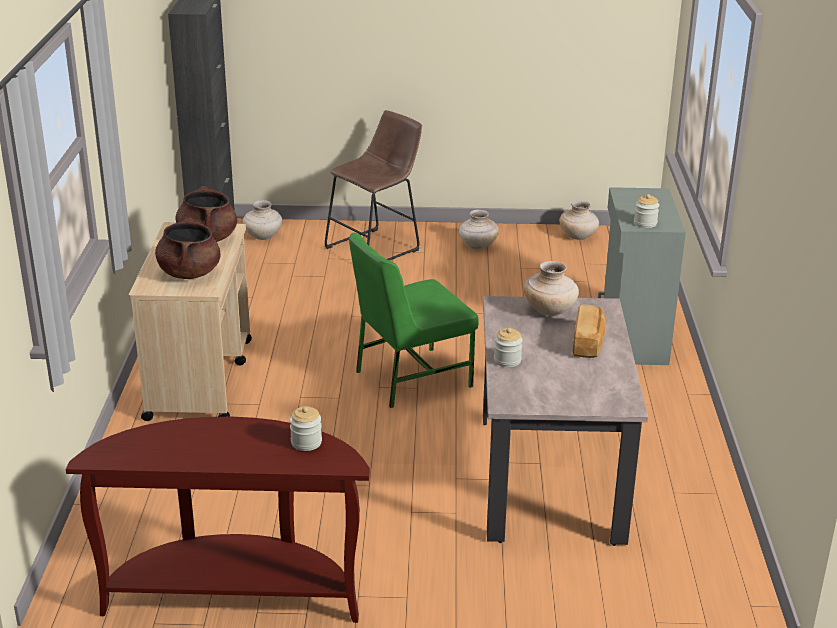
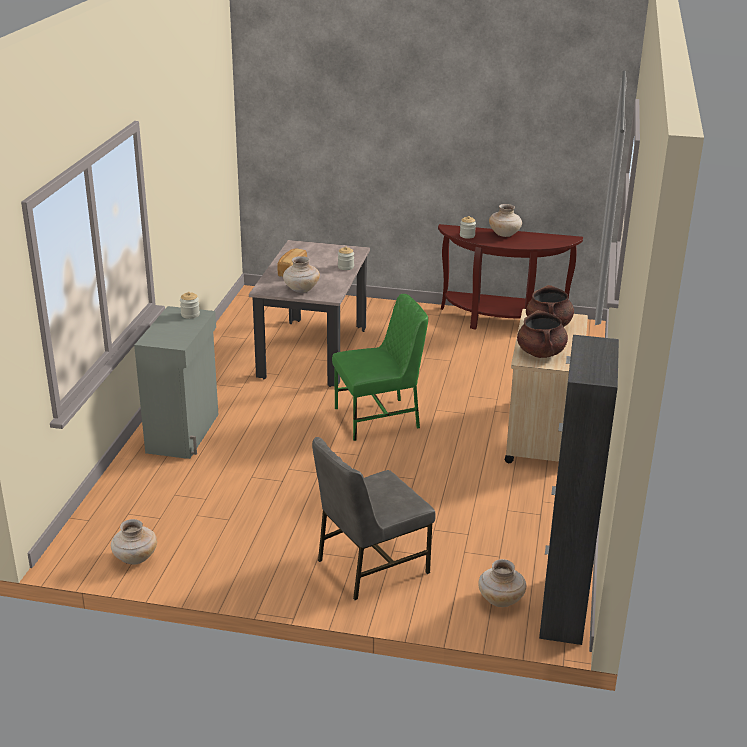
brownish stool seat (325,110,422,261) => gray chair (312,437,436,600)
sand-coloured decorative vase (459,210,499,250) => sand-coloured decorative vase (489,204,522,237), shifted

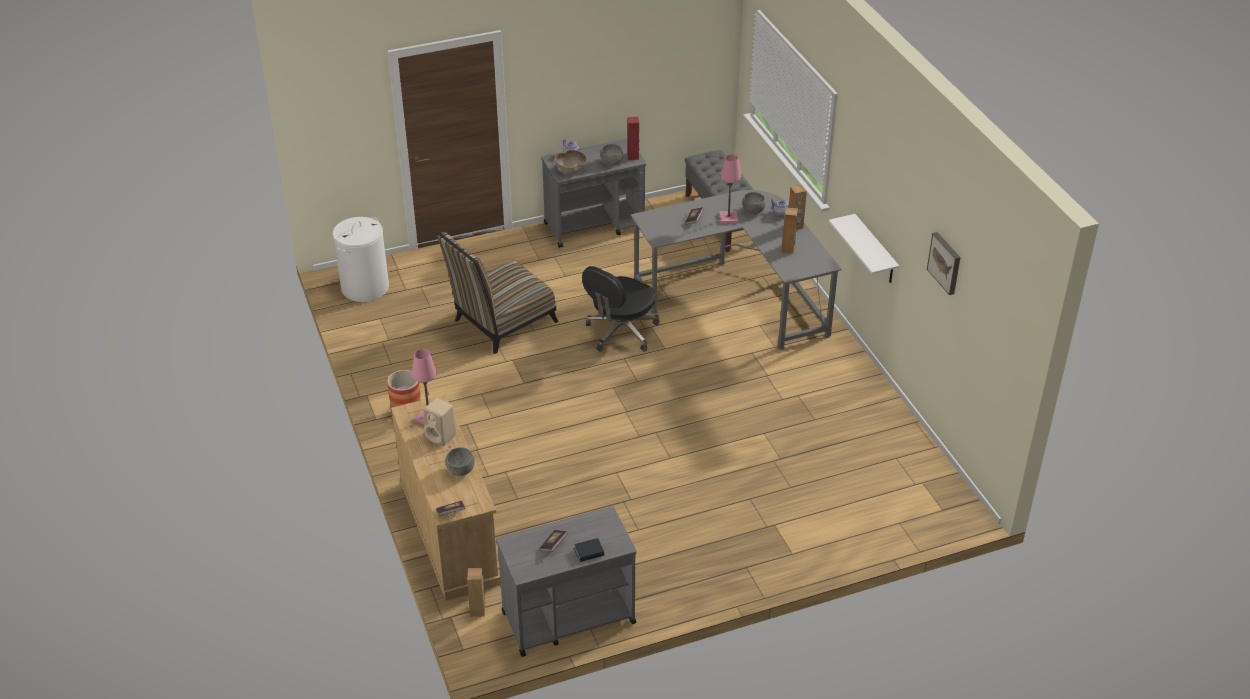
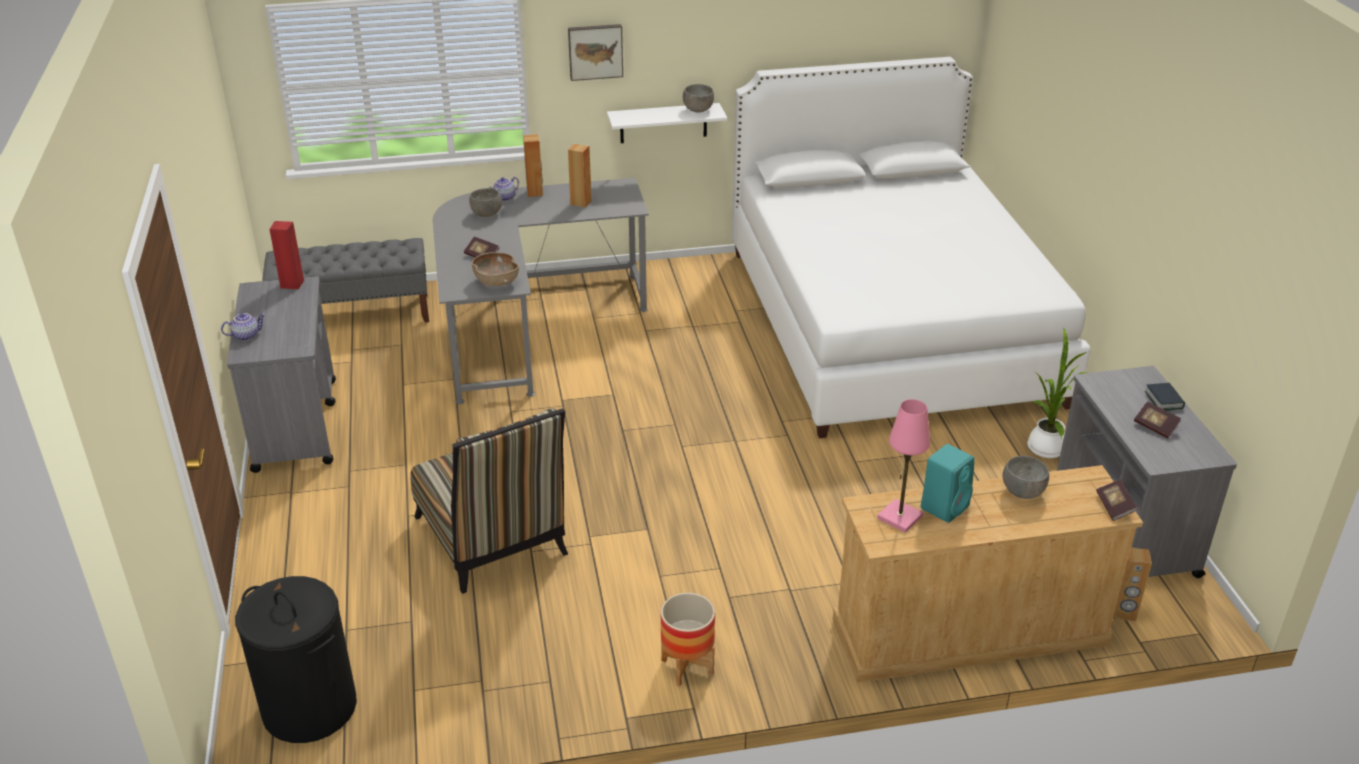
whitish laundry basket (333,217,389,302) => black-coloured laundry basket (235,576,357,743)
sand-coloured audio speaker (423,398,456,446) => turquoise-coloured audio speaker (921,444,975,523)
brownish serving bowl (555,150,587,174) => brownish serving bowl (472,252,519,286), shifted
black-coloured office chair (582,266,660,352) => nothing
gray serving bowl (600,144,623,165) => gray serving bowl (683,84,714,112), shifted
pinkish table lamp (719,154,741,224) => nothing
wall art (927,232,961,295) => wall art (568,24,623,81), shifted
nothing => whitish bedroom bed (732,57,1091,438)
nothing => houseplant (1028,328,1087,458)

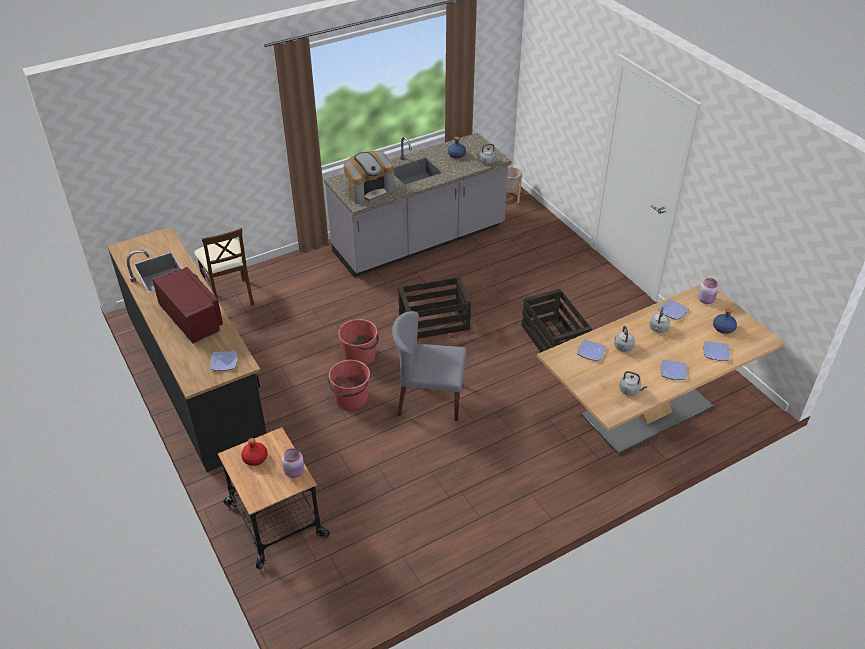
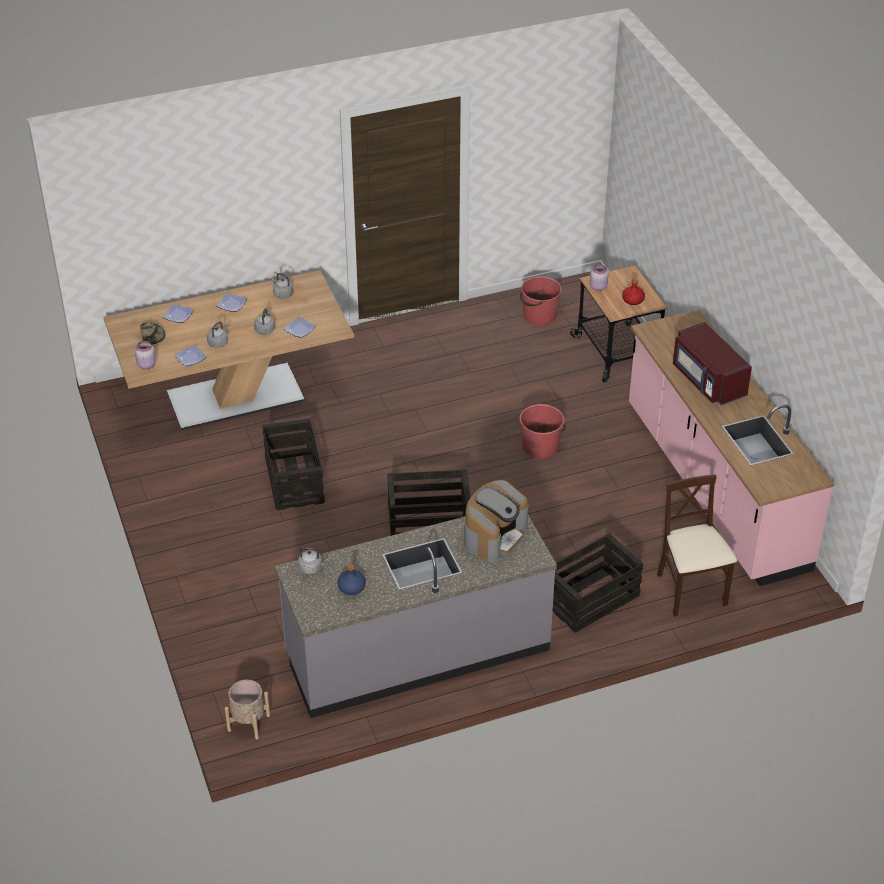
black-coloured kitchen base unit (107,226,267,472) => pinkish kitchen base unit (629,310,835,586)
plate (210,351,238,371) => nothing
red pail (338,319,379,365) => red pail (520,276,562,326), shifted
coffee machine (344,151,395,204) => coffee machine (464,480,528,562), 150 degrees clockwise
gray chair (392,311,466,421) => nothing
bluish drink bottle (713,308,737,334) => bread (140,322,165,345)
nothing => shipping crate (553,533,643,633)

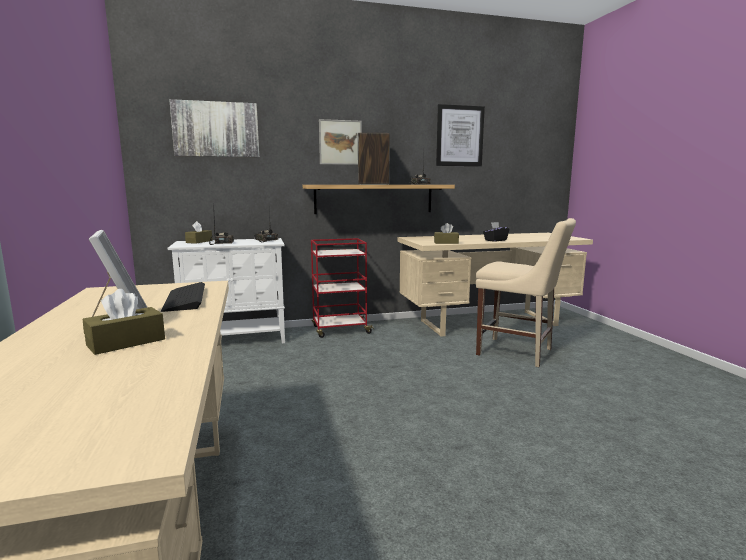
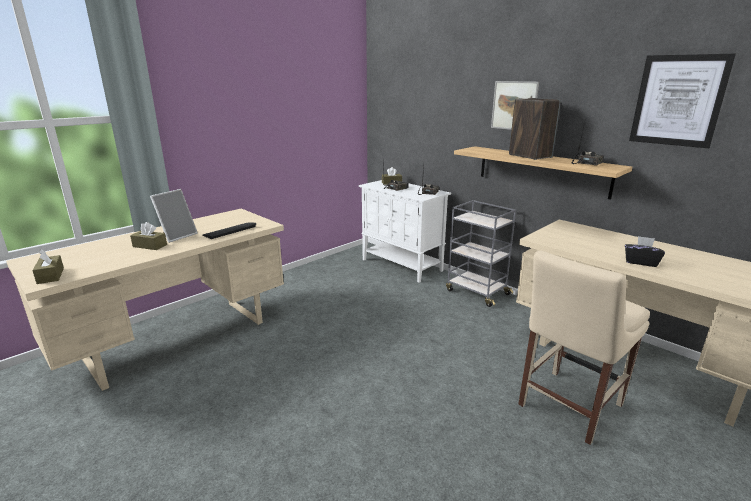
wall art (169,99,259,157) => nothing
red cart (311,238,374,338) => gray cart (446,200,516,307)
brownish tissue holder (434,223,459,244) => brownish tissue holder (32,249,64,284), shifted
sand-coloured chair (476,218,576,367) => sand-coloured chair (518,250,650,445), 45 degrees clockwise

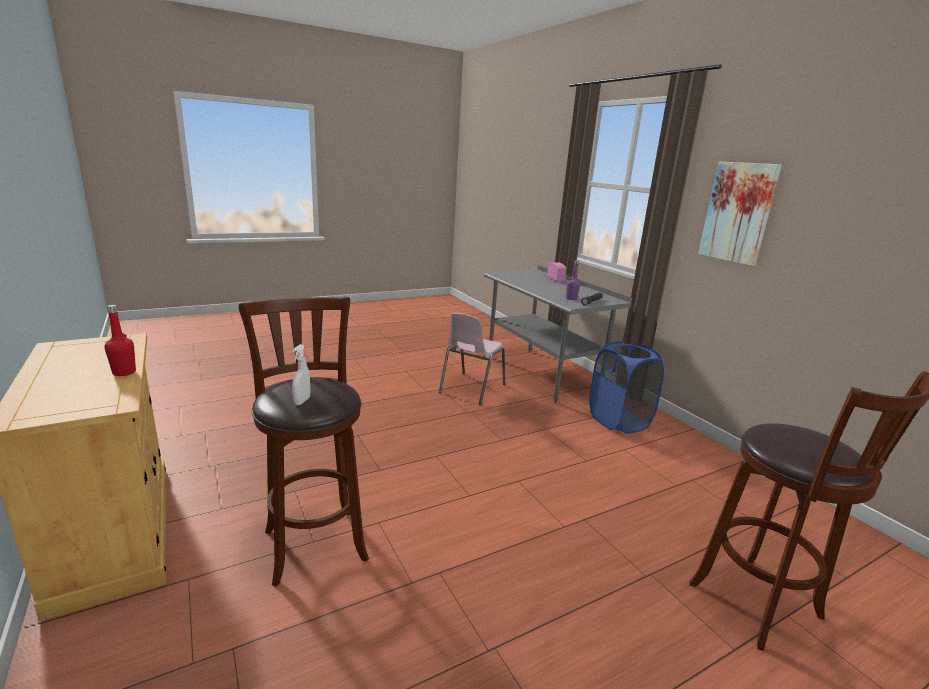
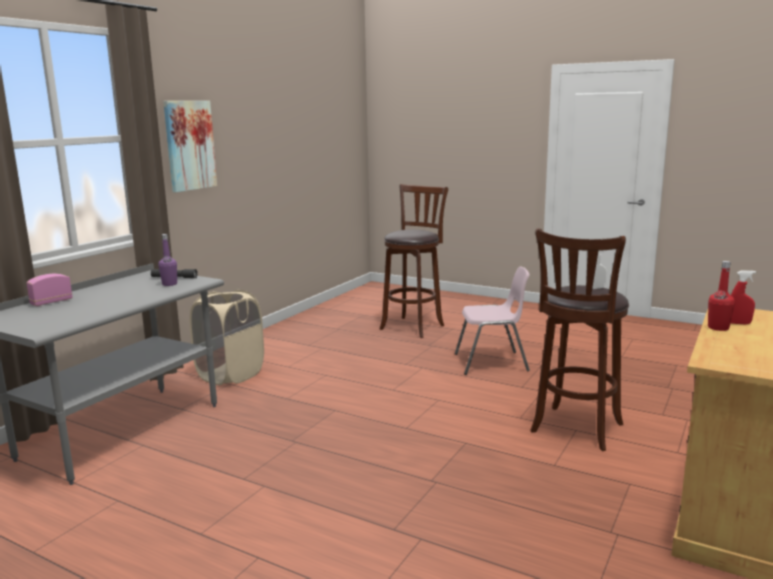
pinkish chair (439,313,505,405) => pinkish chair (455,266,530,375), shifted
bluish laundry basket (589,341,664,434) => sand-coloured laundry basket (190,290,264,385)
nothing => red hand sprayer (731,270,756,324)

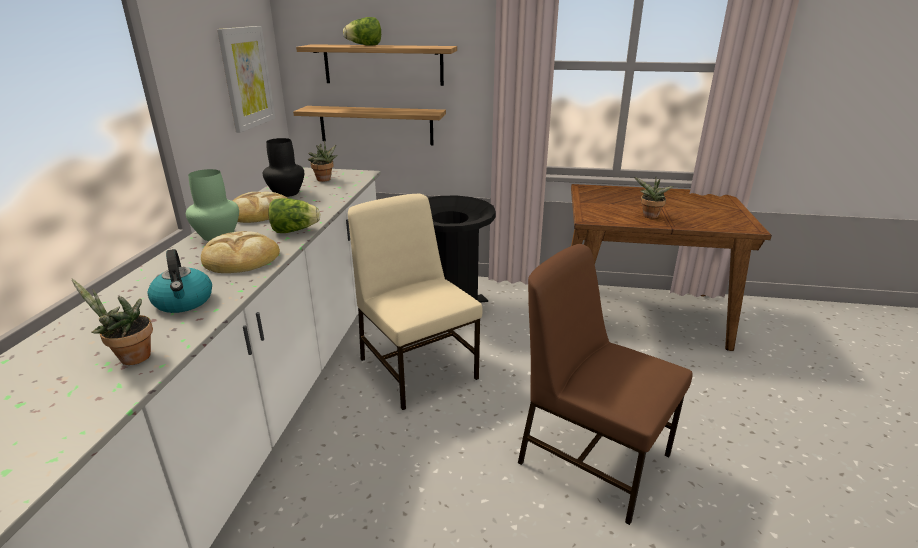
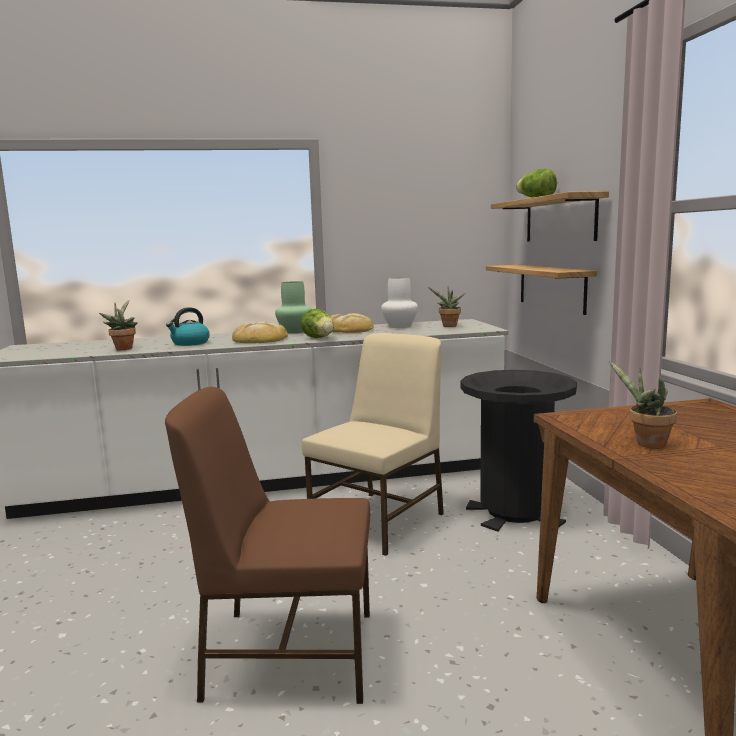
wall art (217,26,275,133) => nothing
black-coloured decorative vase (263,138,304,197) => whitish decorative vase (381,277,418,328)
brownish chair (518,244,693,525) => brownish chair (165,387,370,704), 105 degrees counterclockwise

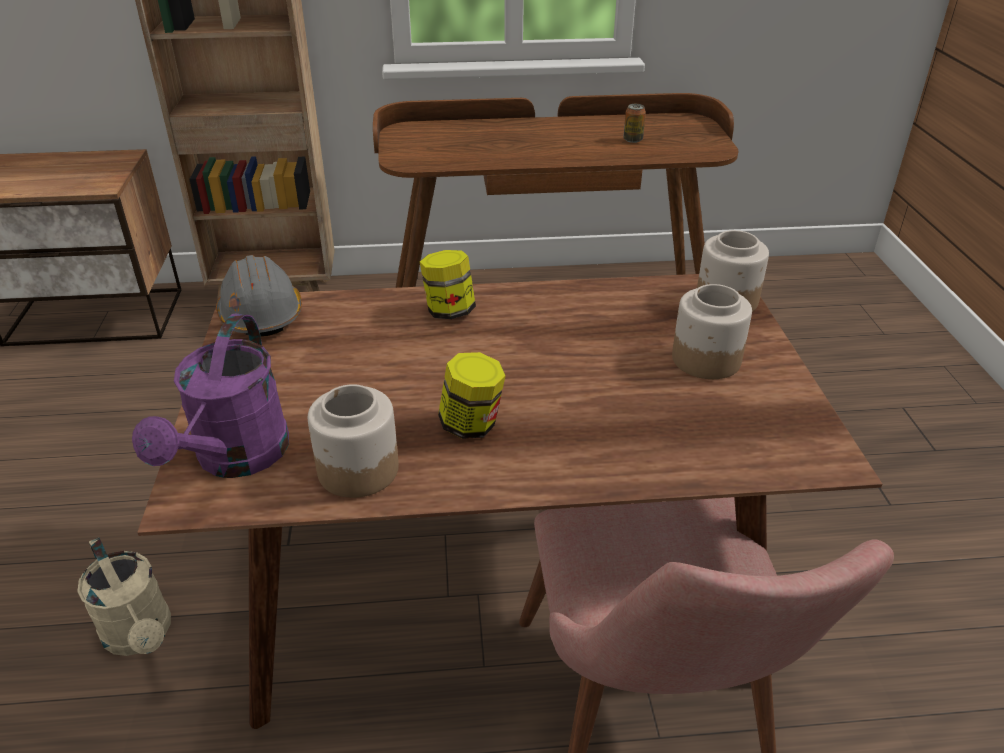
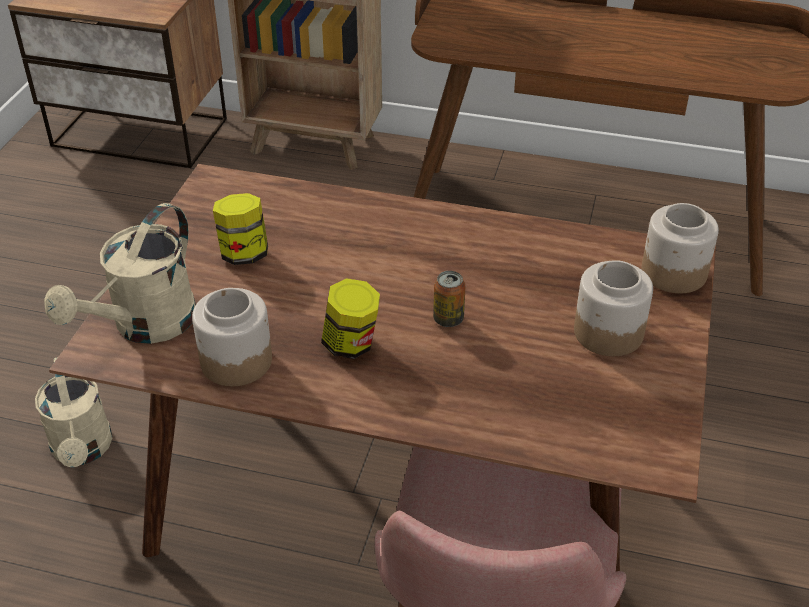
purple watering can (132,314,289,478) => sand-coloured watering can (44,203,196,344)
gray safety helmet (216,255,302,337) => nothing
jar (420,250,476,319) => jar (213,193,268,265), shifted
metal can (623,104,646,143) => metal can (433,271,465,327), shifted

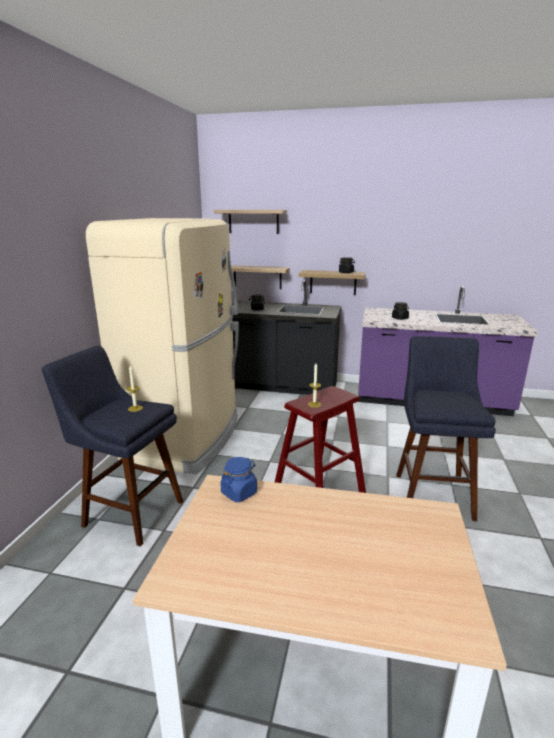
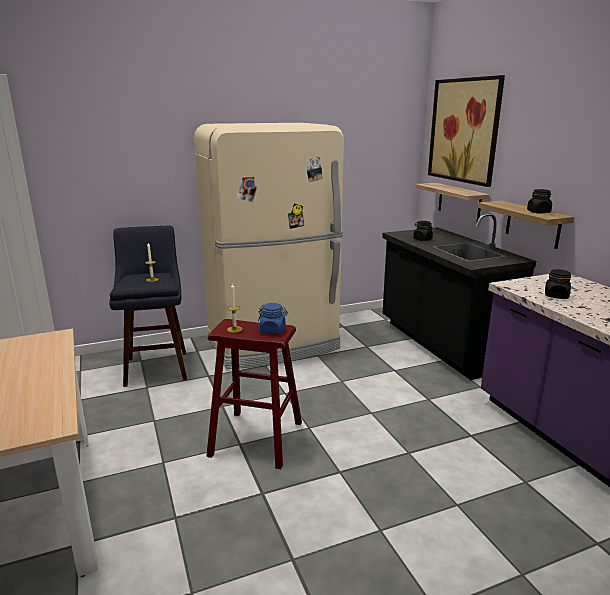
shelf (214,210,287,234) => wall art (428,75,505,187)
bluish jar (221,457,257,502) => bluish jar (258,303,288,334), shifted
bluish stool seat (396,336,496,521) => nothing

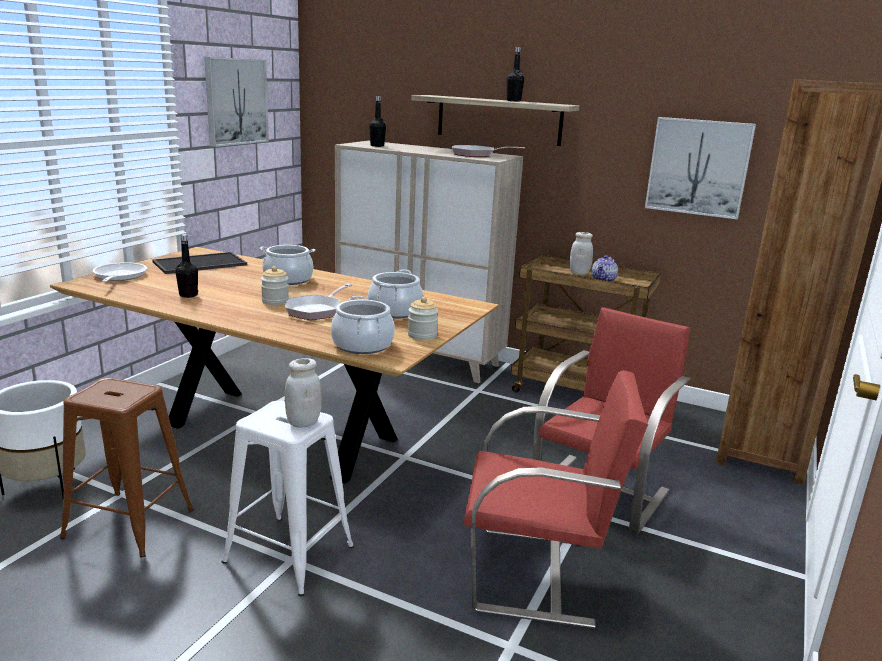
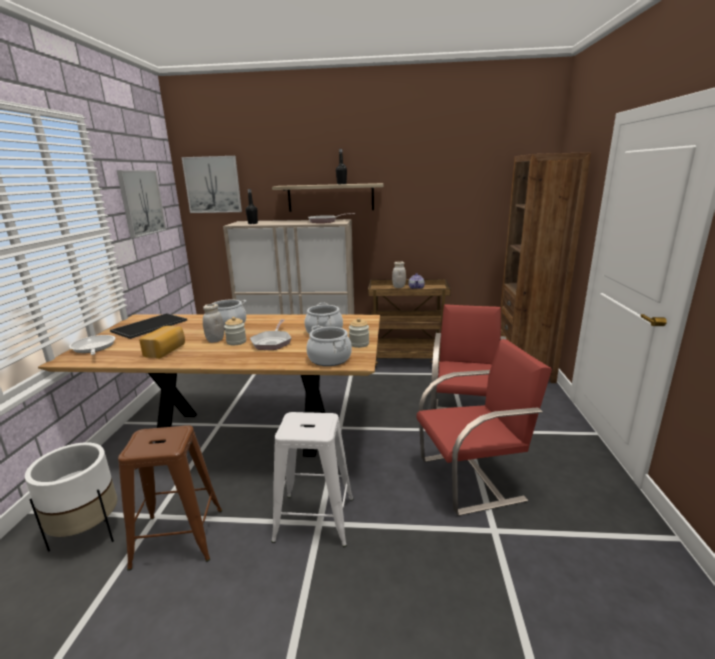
black-coloured drink bottle (175,234,198,298) => bread (139,326,185,359)
whitish jar (285,358,322,427) => whitish jar (203,304,224,343), shifted
wall art (645,117,756,219) => wall art (181,156,242,213), shifted

